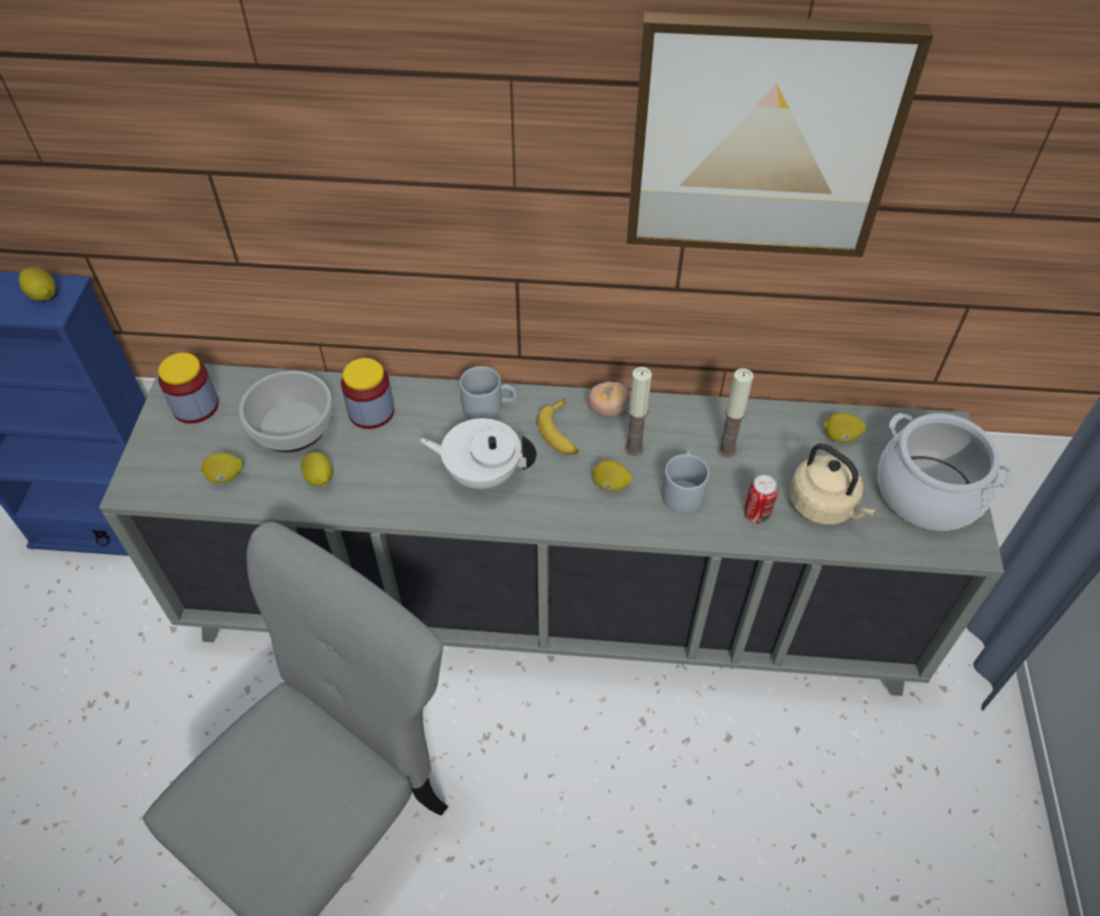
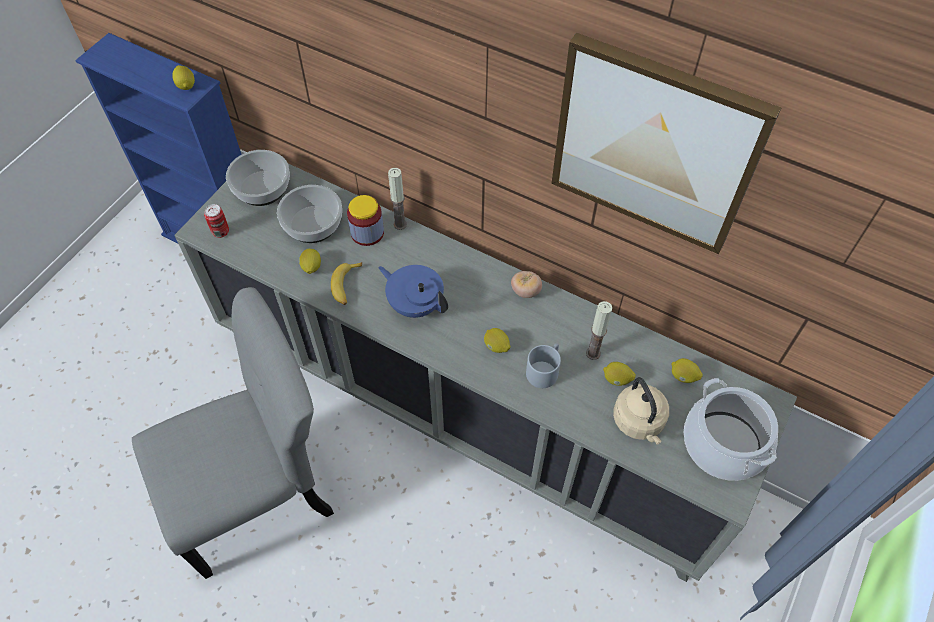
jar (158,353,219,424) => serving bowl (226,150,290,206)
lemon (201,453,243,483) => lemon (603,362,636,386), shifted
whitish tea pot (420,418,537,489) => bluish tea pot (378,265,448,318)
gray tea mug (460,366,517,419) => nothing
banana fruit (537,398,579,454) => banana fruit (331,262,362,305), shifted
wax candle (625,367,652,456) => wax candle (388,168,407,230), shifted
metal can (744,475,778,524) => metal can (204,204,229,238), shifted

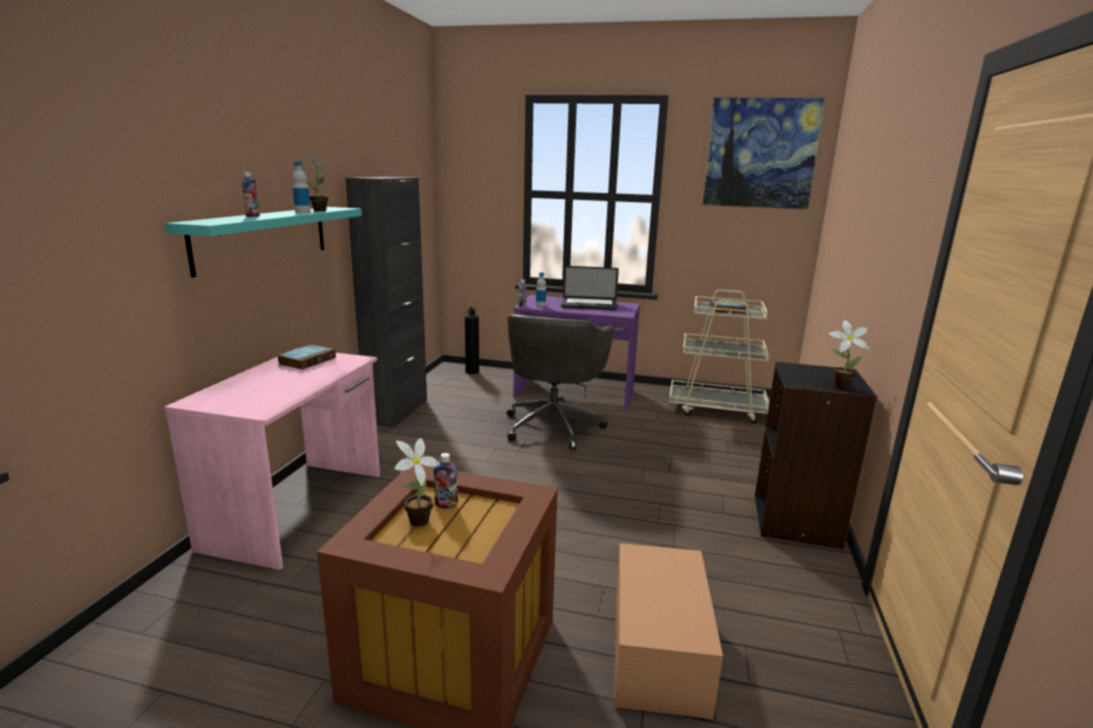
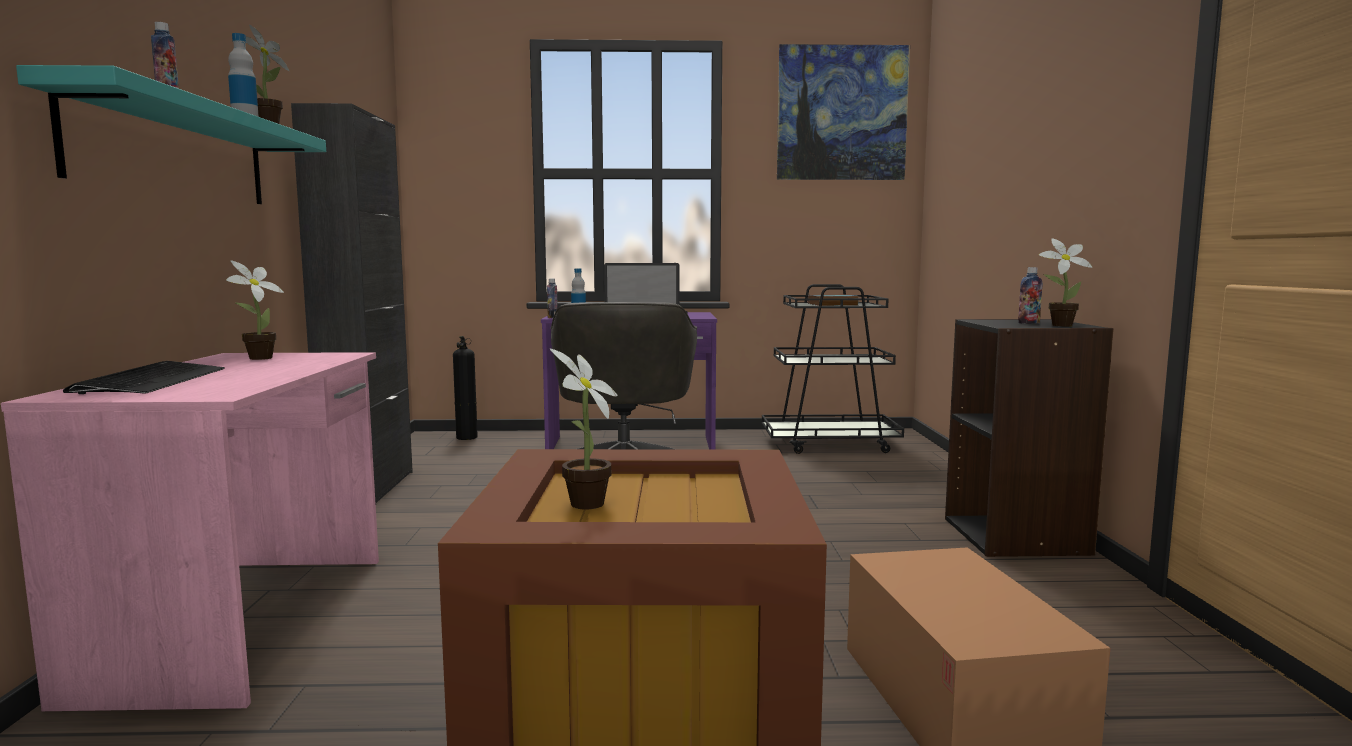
bound book (277,344,336,370) => houseplant (226,260,284,360)
drink bottle (433,453,458,509) => drink bottle (1018,267,1042,324), shifted
sand-coloured cart (669,290,769,424) => black-coloured cart (762,284,904,454)
nothing => PC keyboard (63,361,225,394)

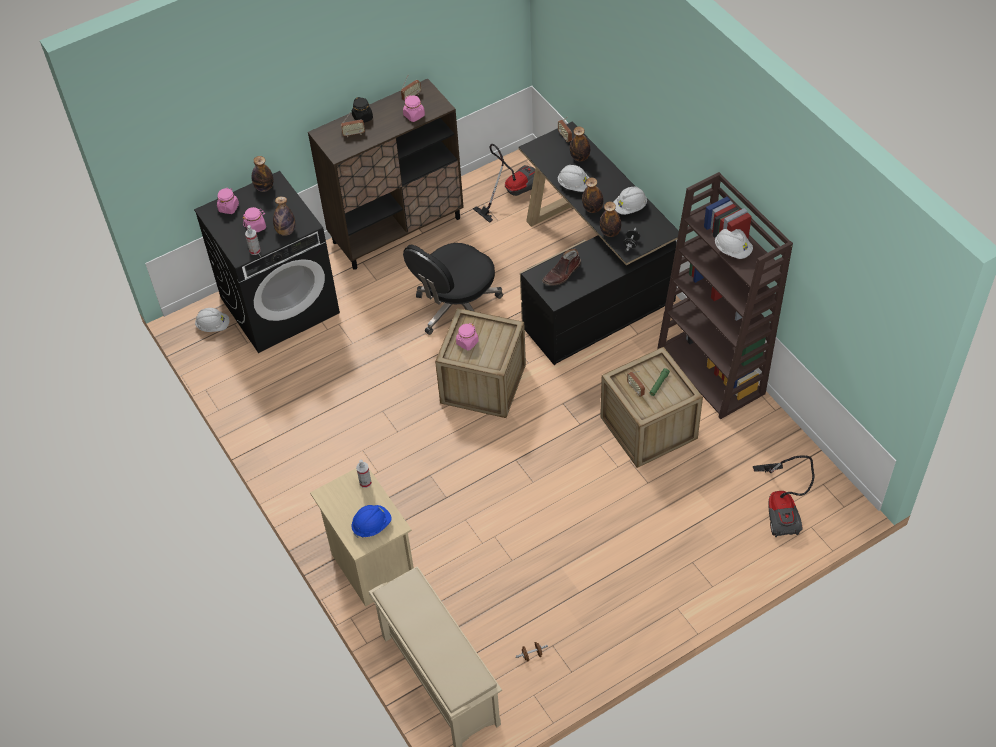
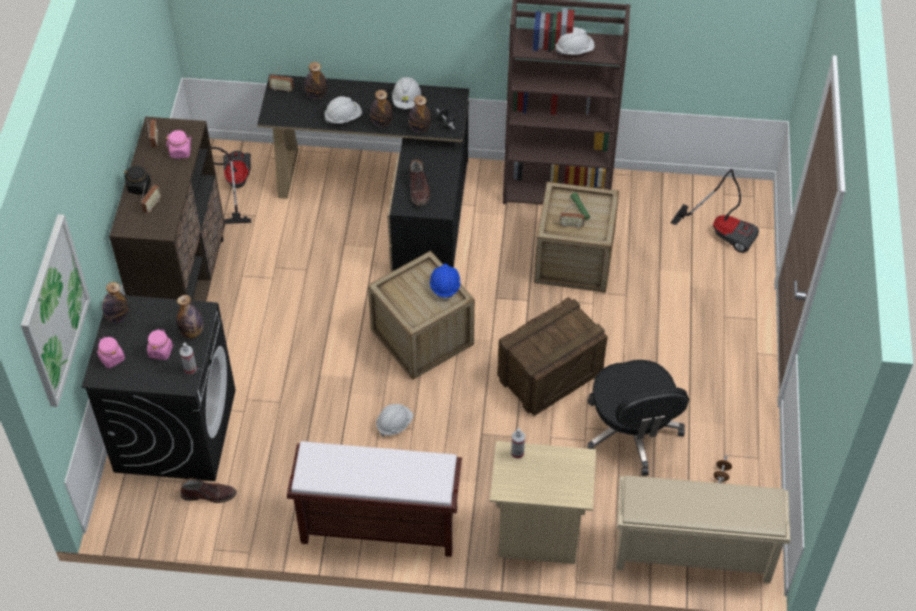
whitish safety helmet (195,308,229,332) => whitish safety helmet (376,404,413,437), shifted
bluish safety helmet (351,505,392,538) => bluish safety helmet (430,264,461,301), shifted
black-coloured office chair (403,243,503,335) => black-coloured office chair (587,360,689,476), shifted
pinkish jar (456,323,479,351) => nothing
nothing => wall art (21,214,90,407)
nothing => brownish high-top boot (180,478,237,503)
nothing => brownish long seat (287,441,462,557)
nothing => shipping crate (497,297,608,416)

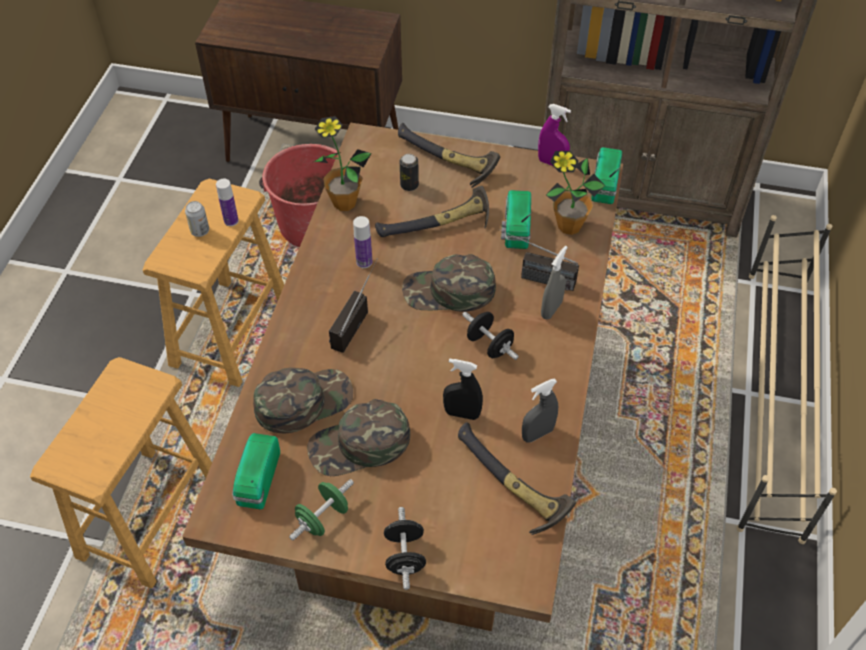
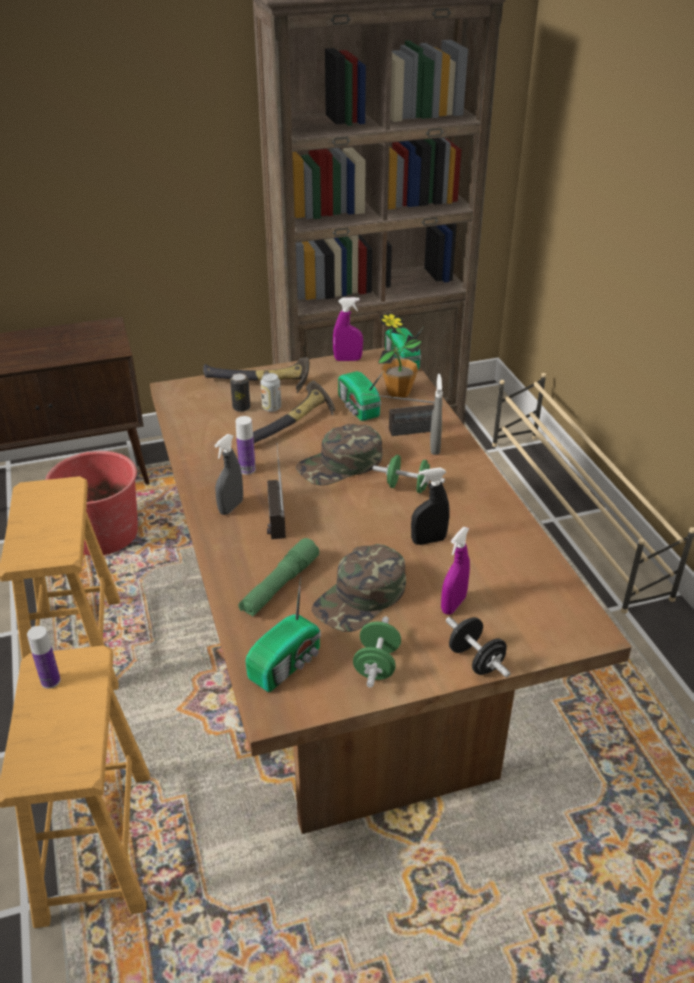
metal can (185,201,209,237) => metal can (260,373,281,412), shifted
drink bottle (216,179,239,226) => drink bottle (27,626,61,689), shifted
radio set (232,433,280,510) => radio set (245,577,321,692), 120 degrees counterclockwise
greenish peaked cap (253,367,353,433) => greenish torch (238,538,319,617)
houseplant (313,116,372,211) => nothing
hammer (458,422,576,535) => nothing
black-coloured free weight (462,312,519,360) => greenish free weight (373,455,445,493)
gray hand sprayer (522,378,558,443) => gray hand sprayer (214,434,243,515), shifted
nothing => purple hand sprayer (441,527,470,615)

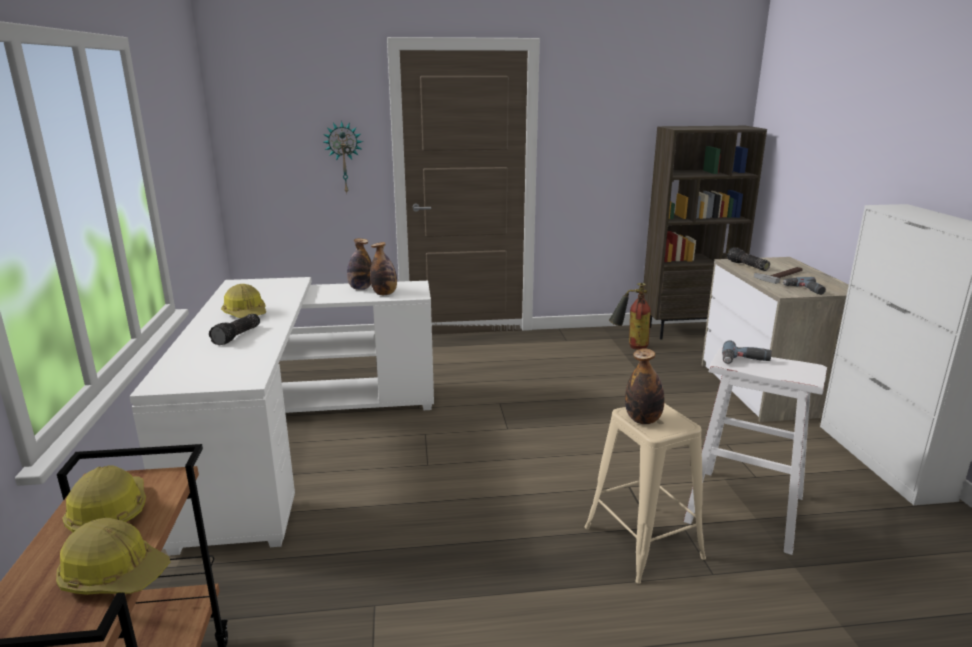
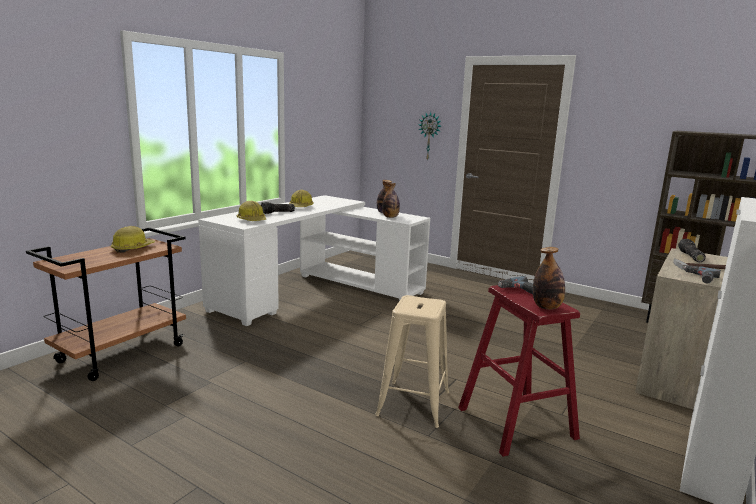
safety helmet (56,518,170,595) => safety helmet (237,201,266,221), shifted
fire extinguisher (609,283,651,350) => nothing
drink bottle (625,348,665,424) => drink bottle (533,247,565,310), shifted
whitish stool seat (683,347,827,555) => red stool seat (458,285,580,456)

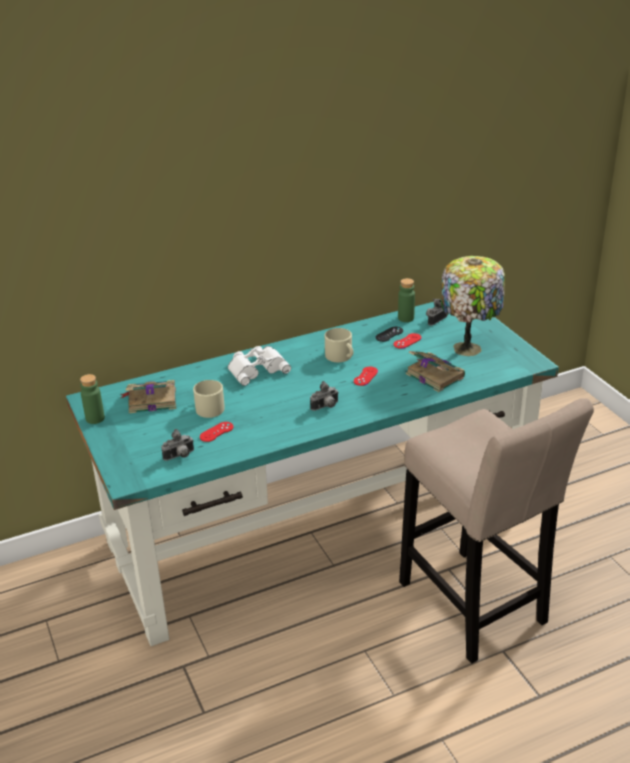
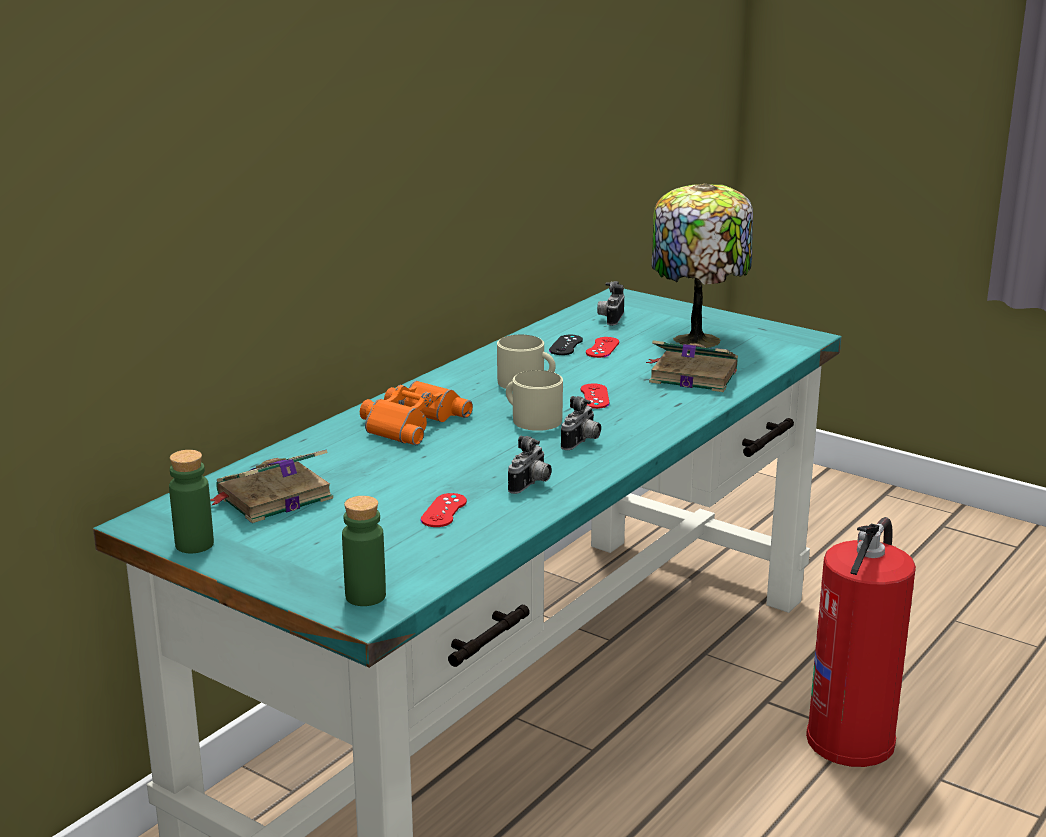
still camera (161,429,194,461) => still camera (508,436,552,494), shifted
sand-coloured tea mug (193,380,225,418) => sand-coloured tea mug (506,370,563,431), shifted
whitish binoculars (228,346,291,386) => orangey binoculars (360,381,473,445)
greenish drink bottle (398,278,415,322) => greenish drink bottle (342,496,386,606), shifted
sand-coloured stool seat (399,398,594,664) => fire extinguisher (806,517,916,767)

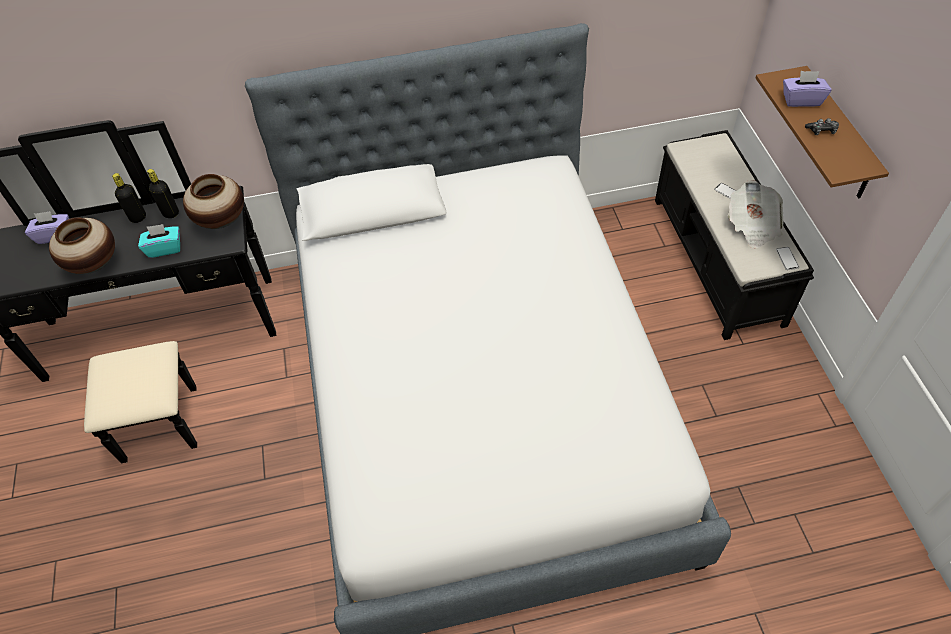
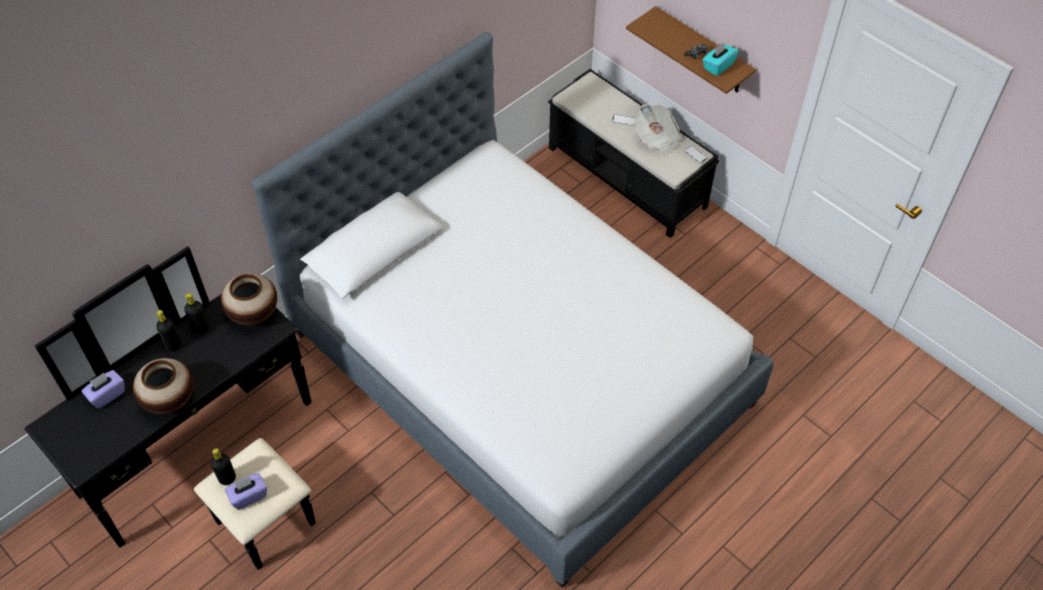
turquoise-coloured tissue holder (138,224,180,258) => turquoise-coloured tissue holder (702,42,739,76), shifted
purple tissue holder (783,71,832,107) => purple tissue holder (225,473,267,510), shifted
nothing => black-coloured drink bottle (211,448,236,485)

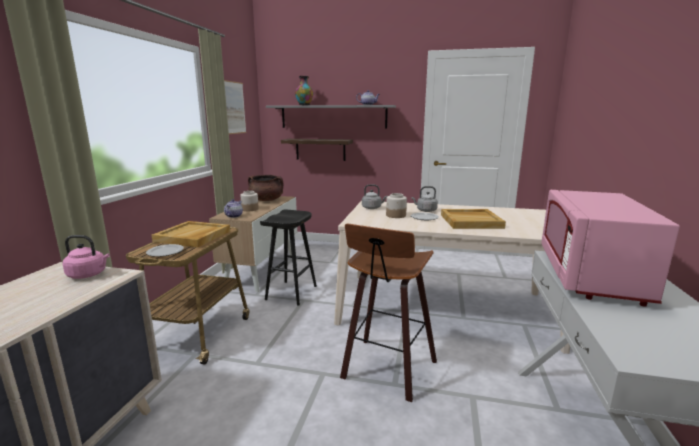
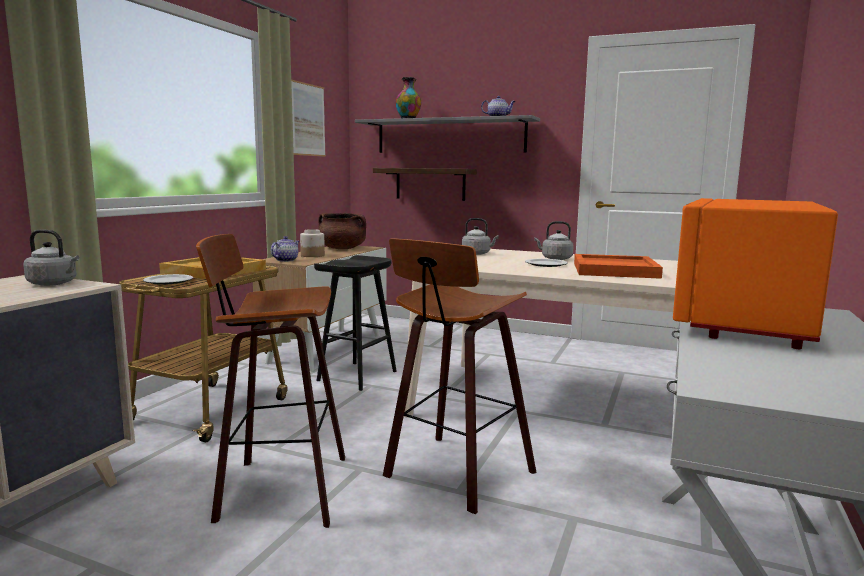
pinkish water kettle (62,235,110,279) => gray water kettle (23,229,79,286)
jar (386,193,407,218) => nothing
sand-coloured tray (441,209,506,229) => orangey tray (574,254,663,279)
pinkish microwave oven (541,190,680,307) => orangey microwave oven (673,198,838,349)
nothing => stool seat (196,234,345,528)

